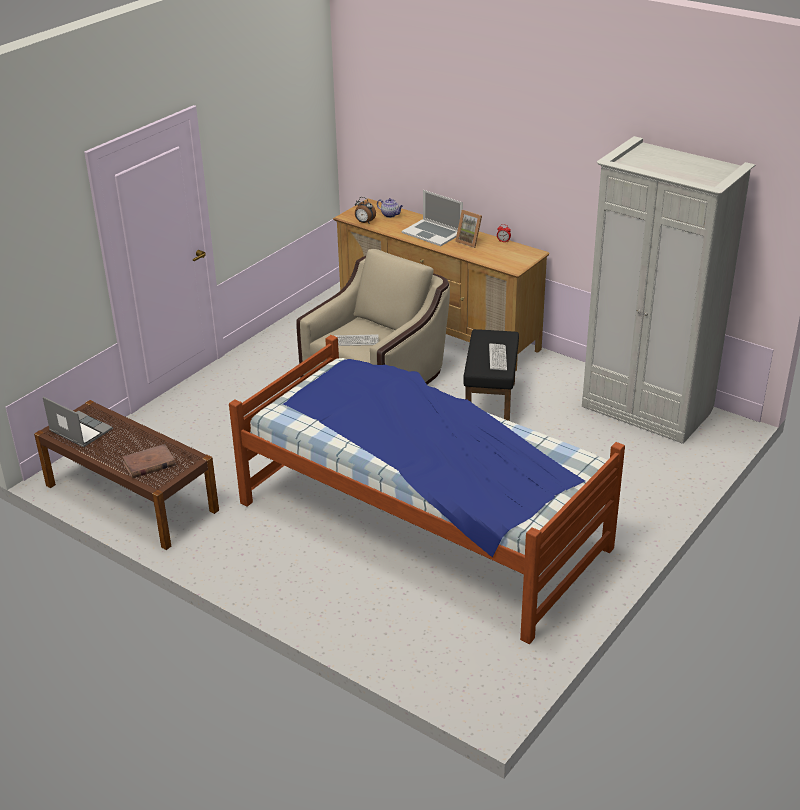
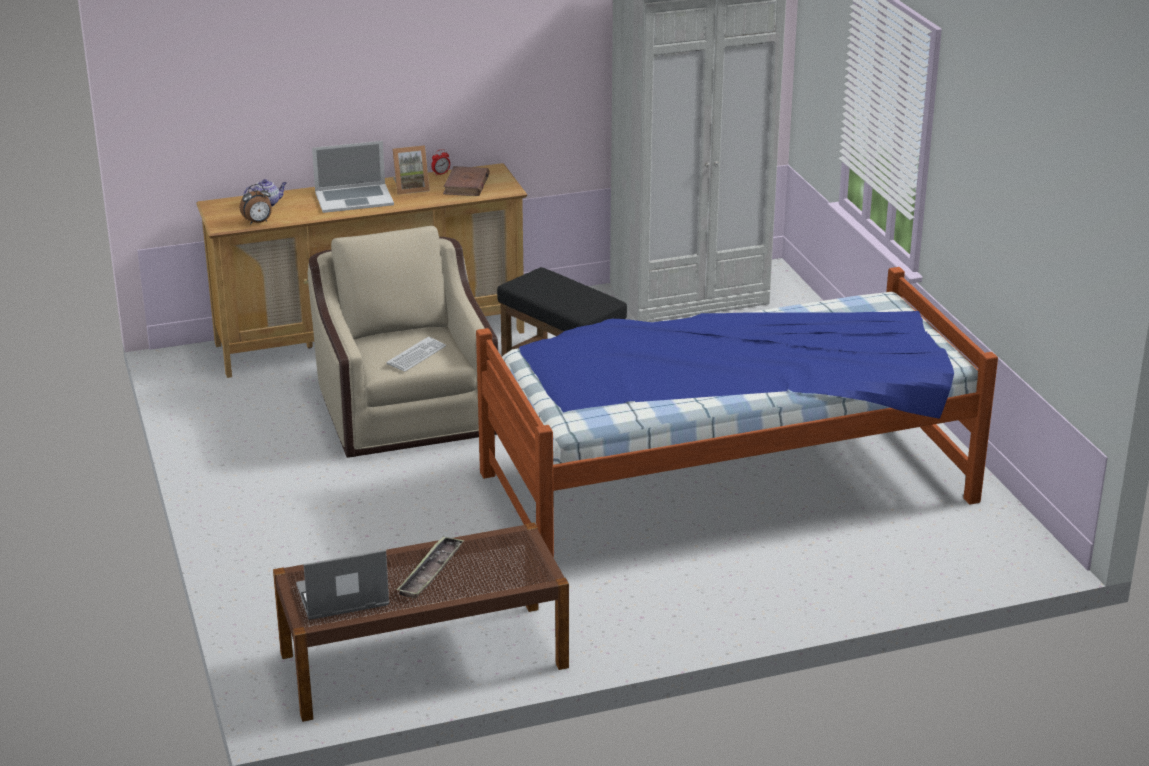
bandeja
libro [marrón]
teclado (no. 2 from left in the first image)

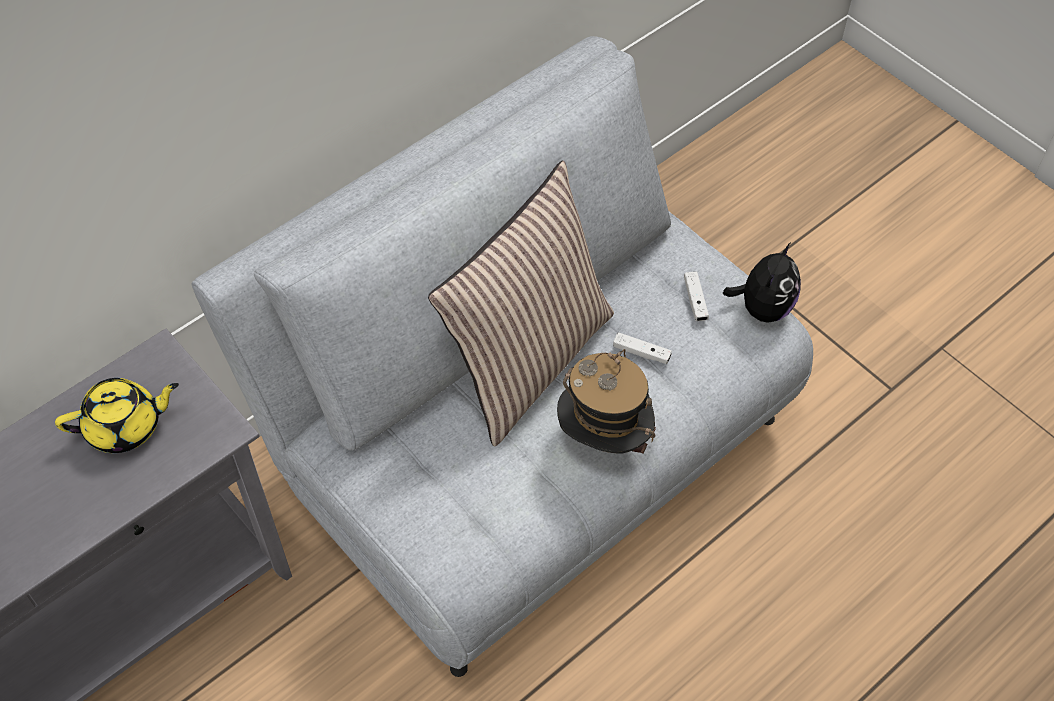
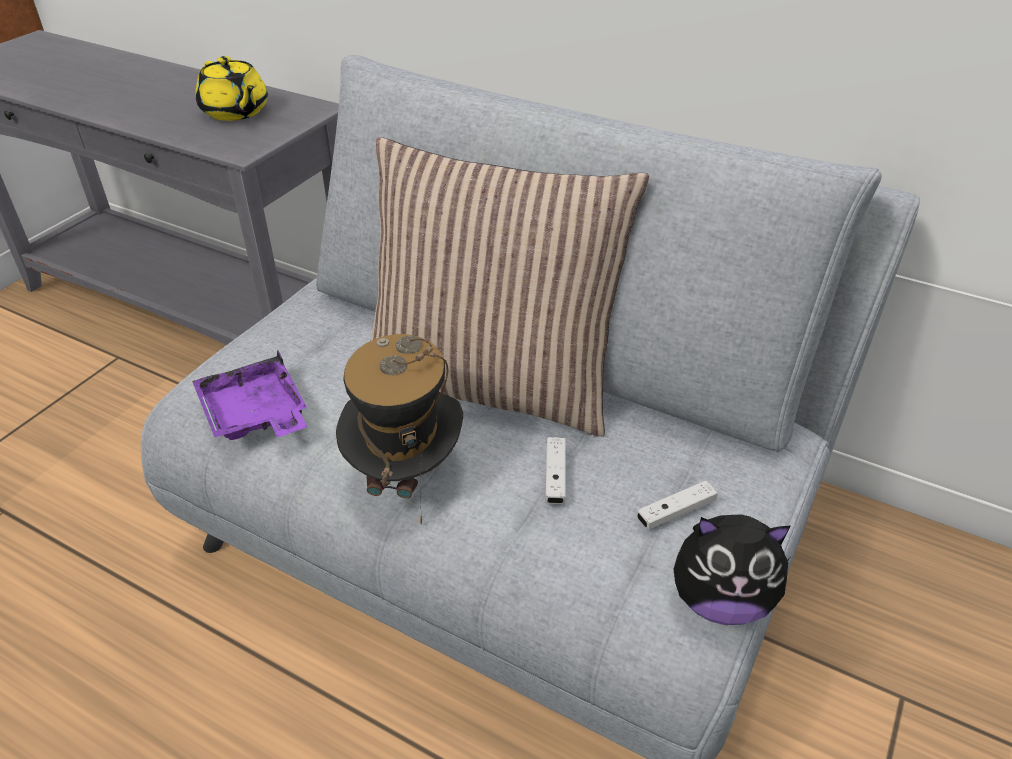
bandeja [morado]

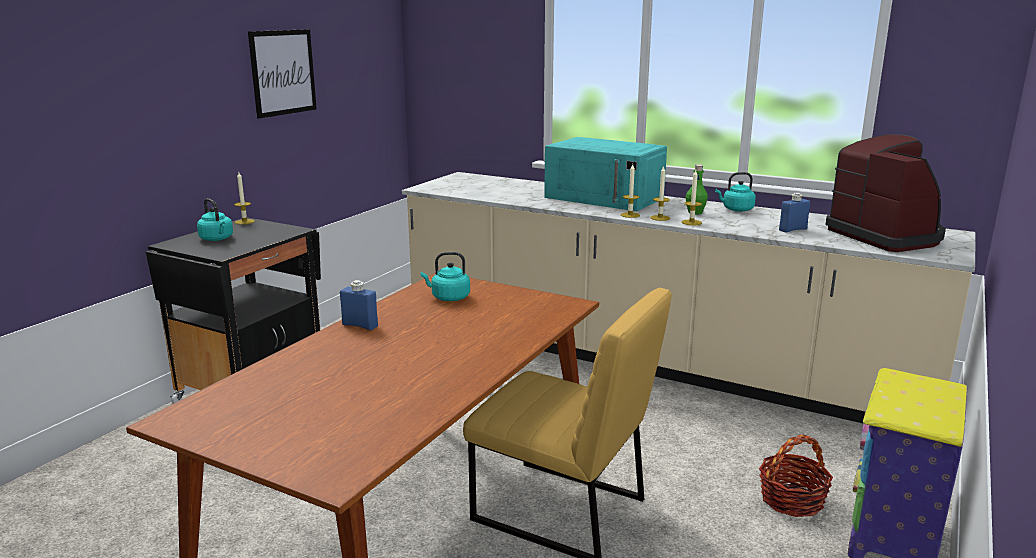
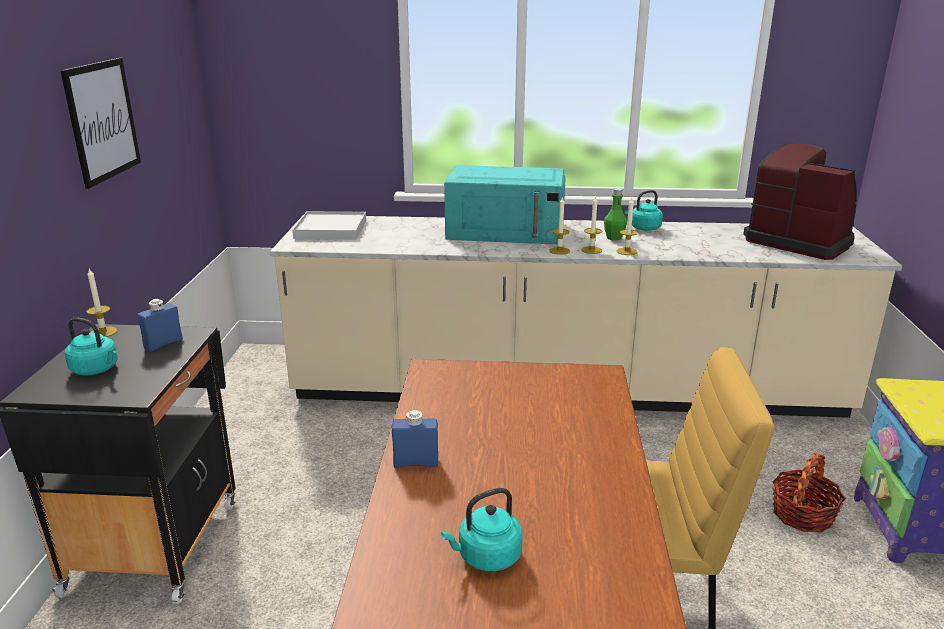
botella [azul] (no. 1 from left)
bandeja [blanco]
hervidor [turquesa] (no. 2 from left)

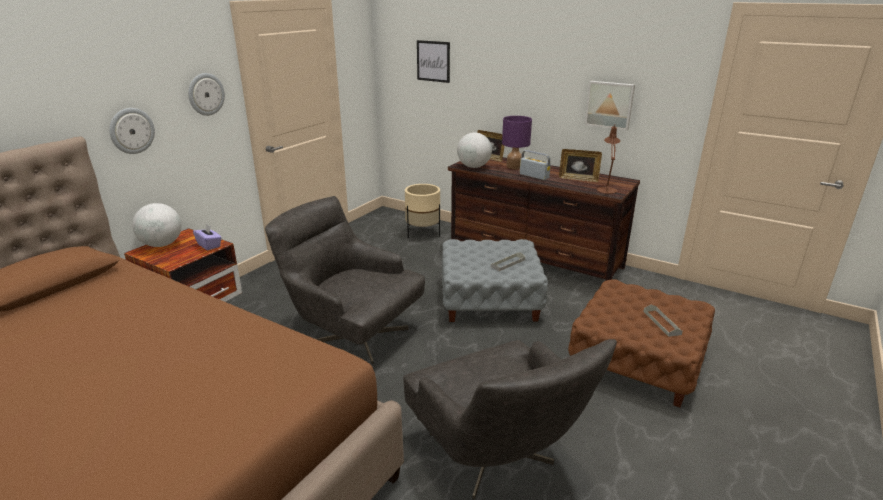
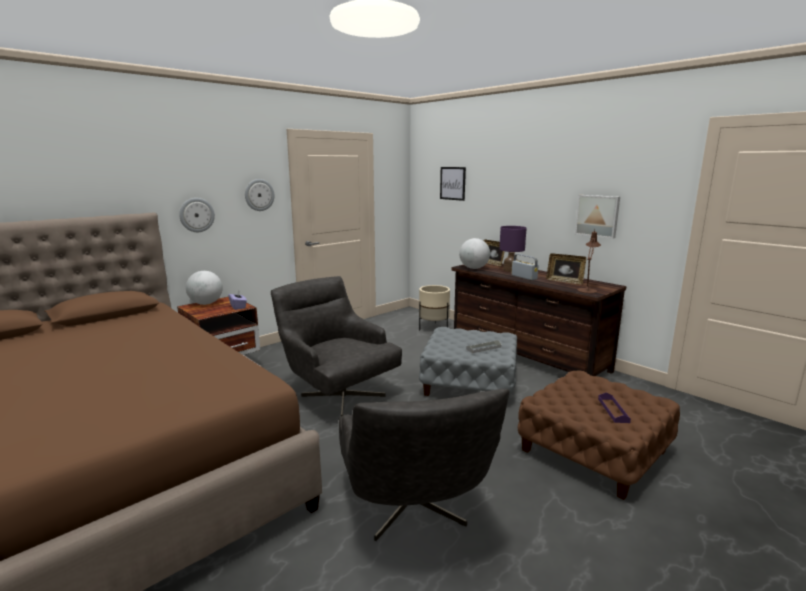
bandeja [morado]

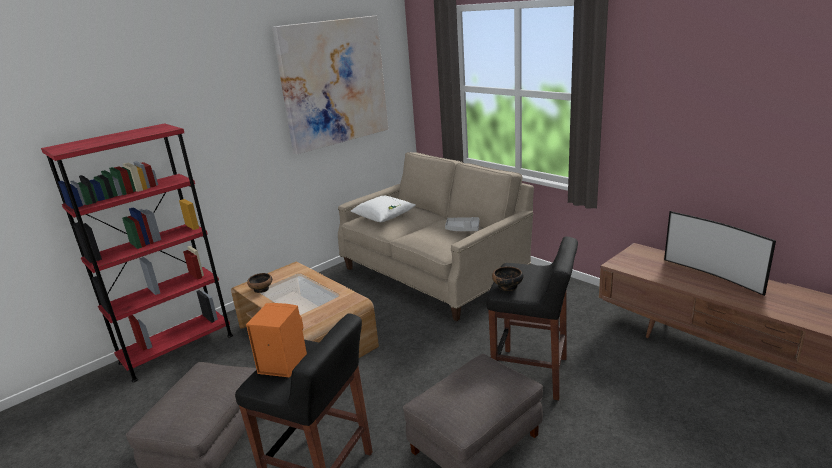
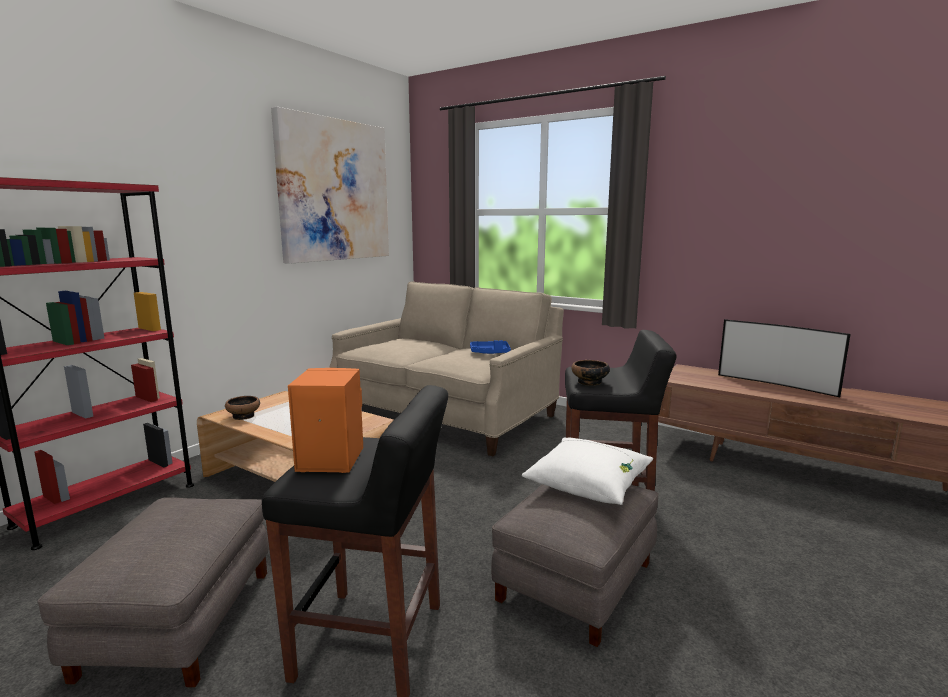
bandeja [azul]
cojín [blanco]

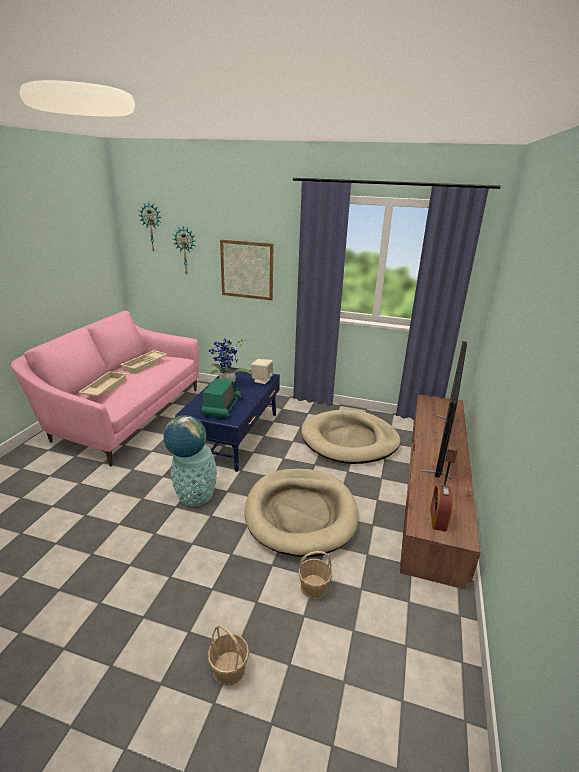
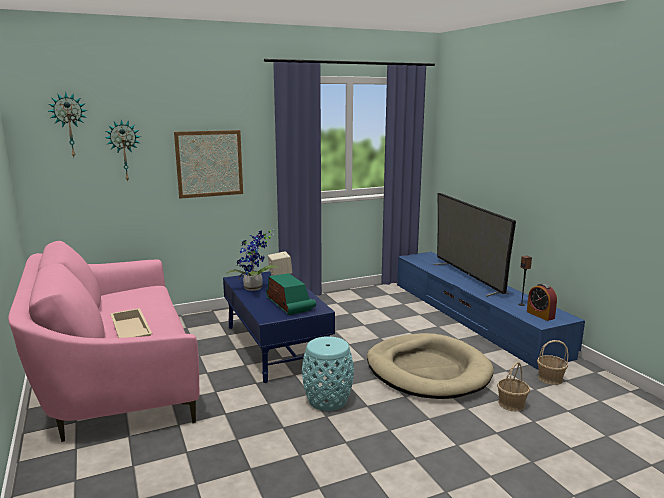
mueble de televisión [azul]
cesta (no. 2 from left)
bandeja [beis] (no. 2 from left in the first image)
globo terráqueo
cama para perro [beis] (no. 2 from left in the first image)

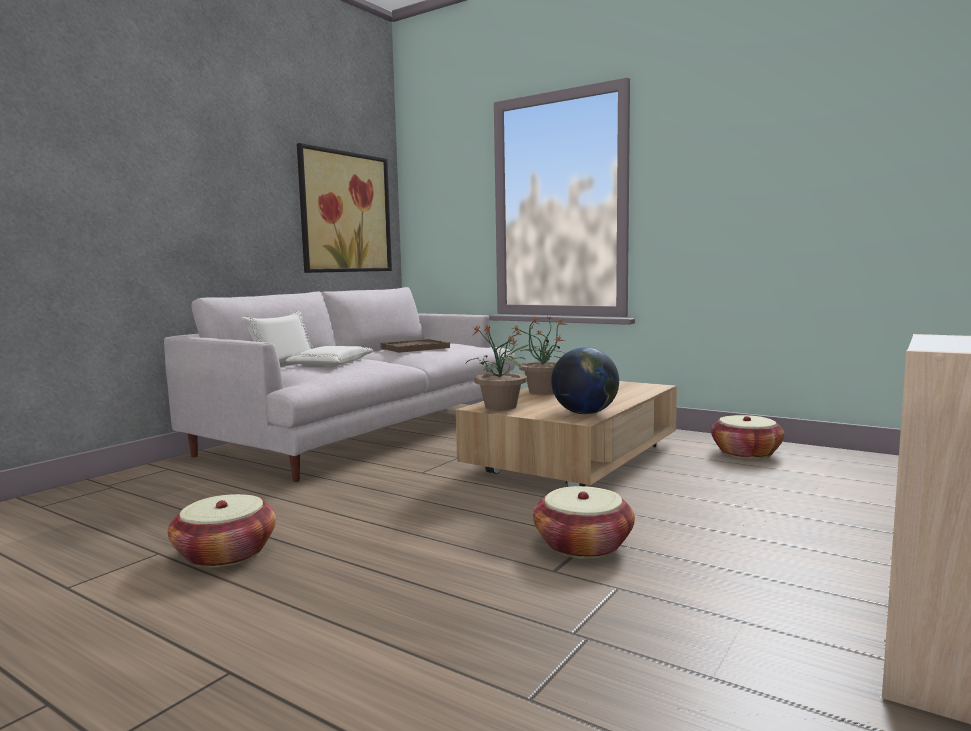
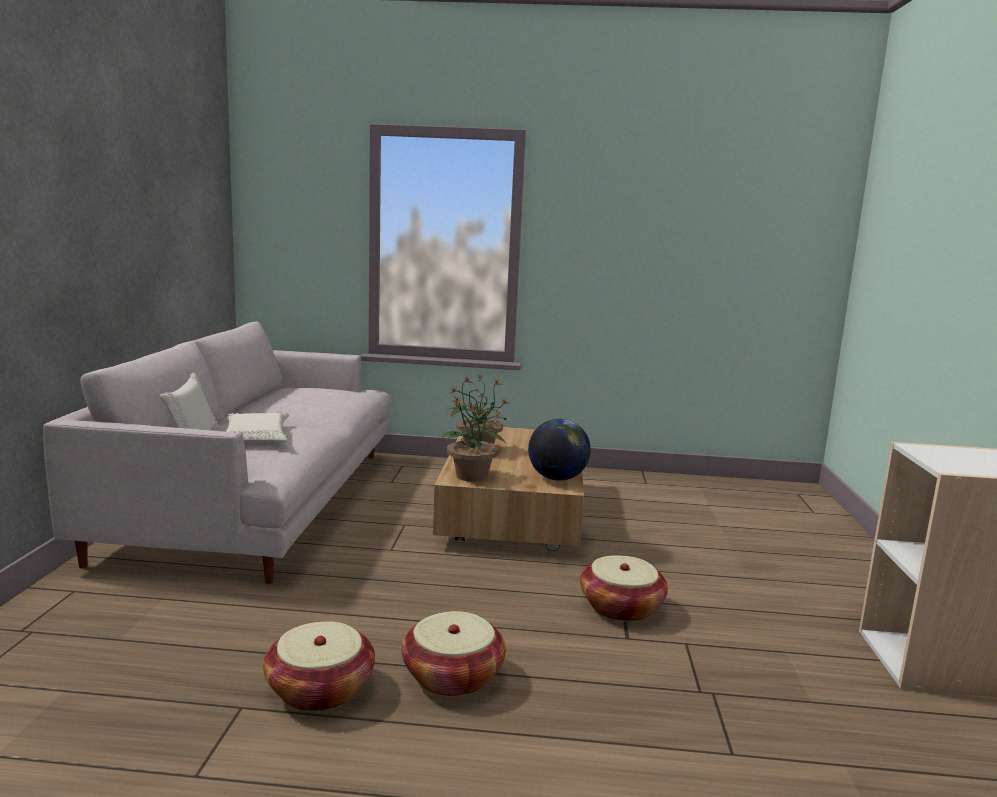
cesta (no. 2 from left)
cuadro
bandeja [marrón]

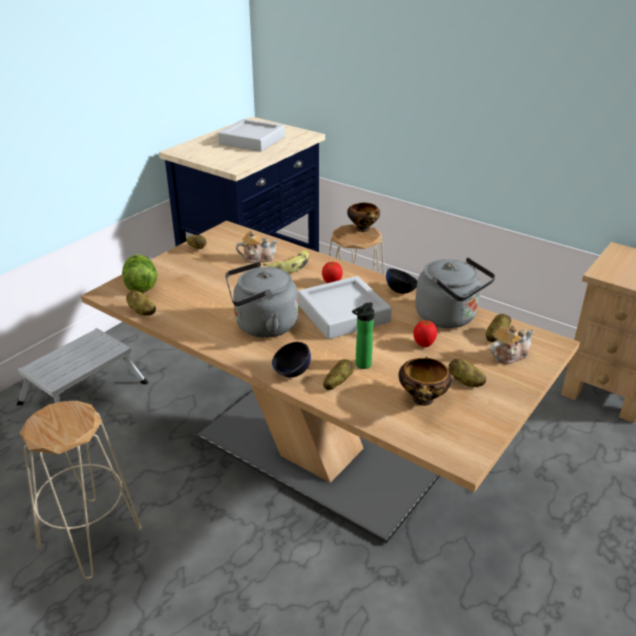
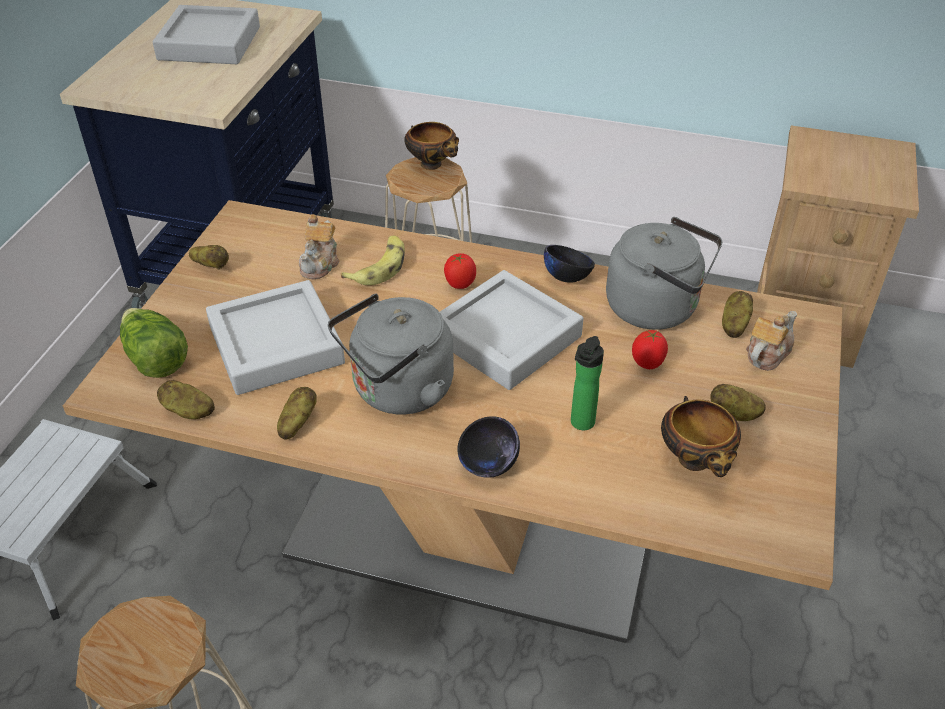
bandeja [gris] (no. 2 from left)
patata (no. 3 from left)
tetera (no. 1 from left)

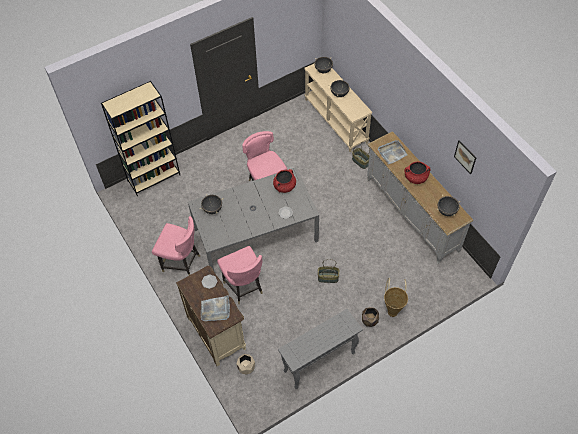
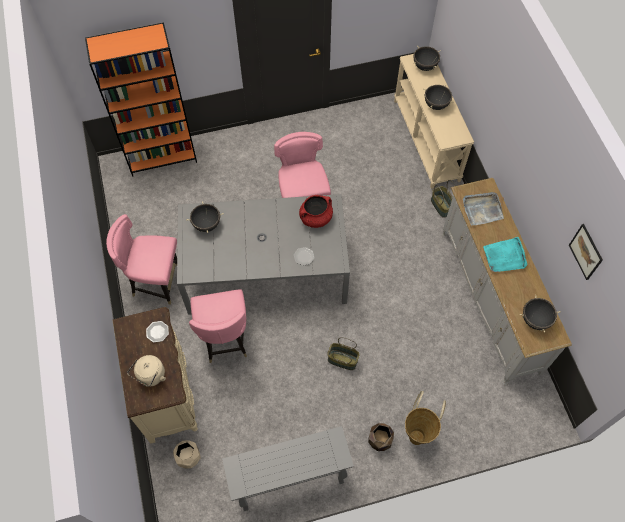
estantería [naranja]
silla [rosa] (no. 1 from left)
hervidor [beis]
bandeja [turquesa]

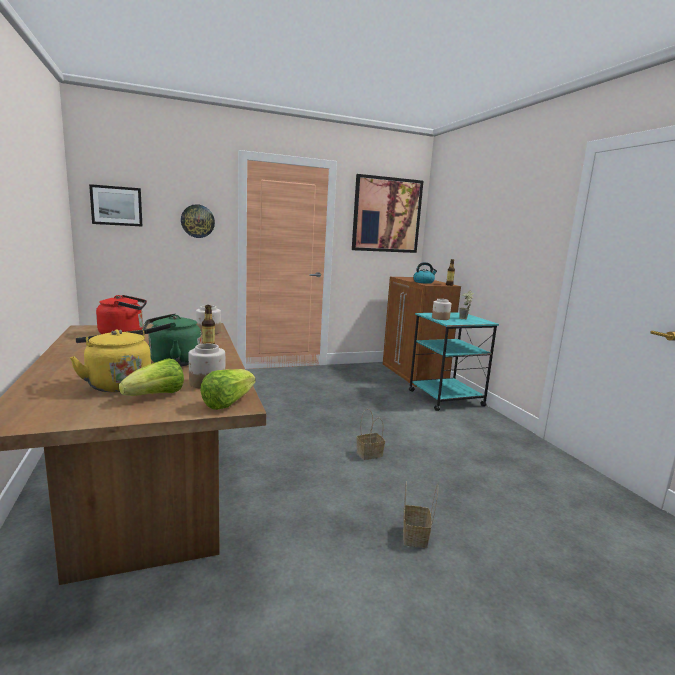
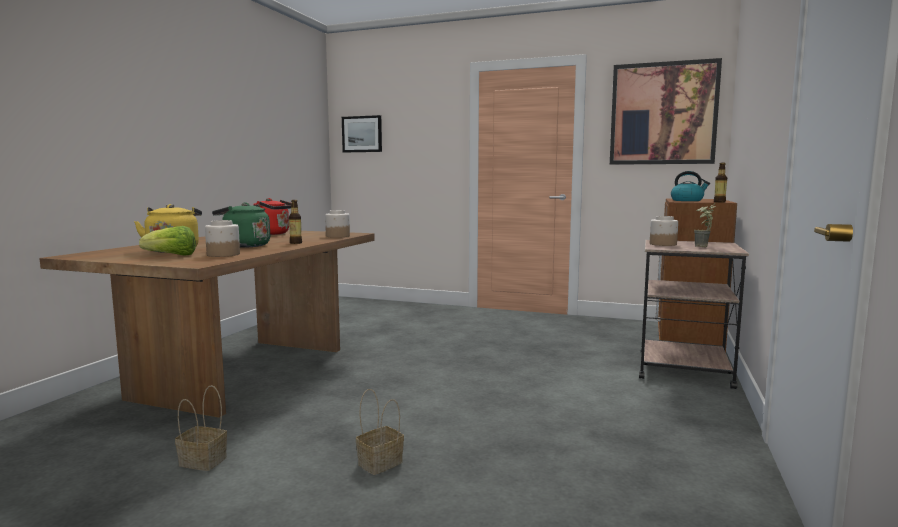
cesta (no. 1 from left)
carrito [marrón]
reloj de pared
lechuga (no. 2 from left in the first image)

